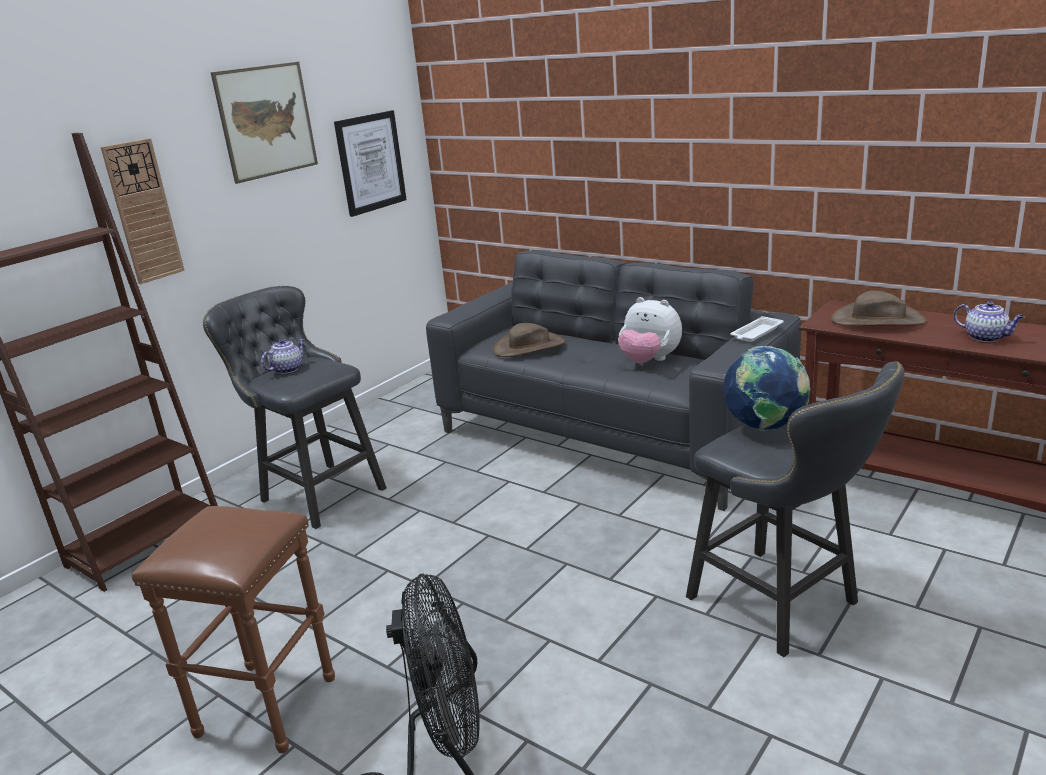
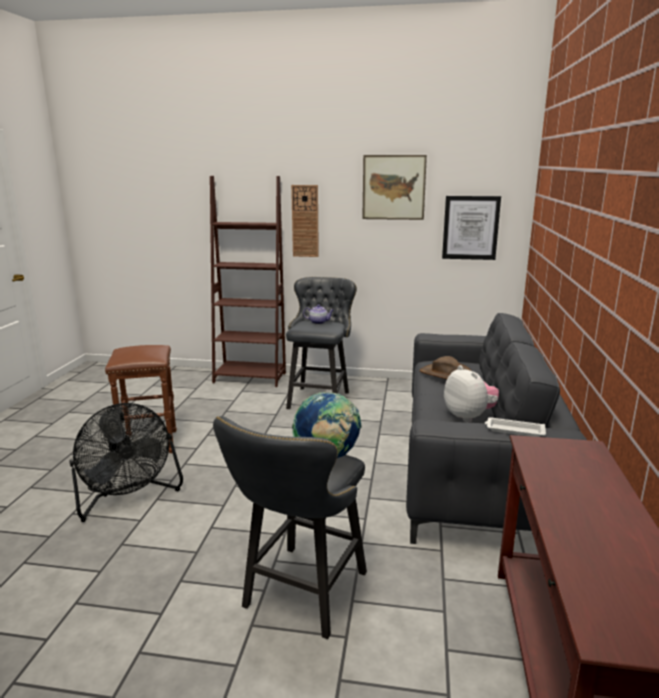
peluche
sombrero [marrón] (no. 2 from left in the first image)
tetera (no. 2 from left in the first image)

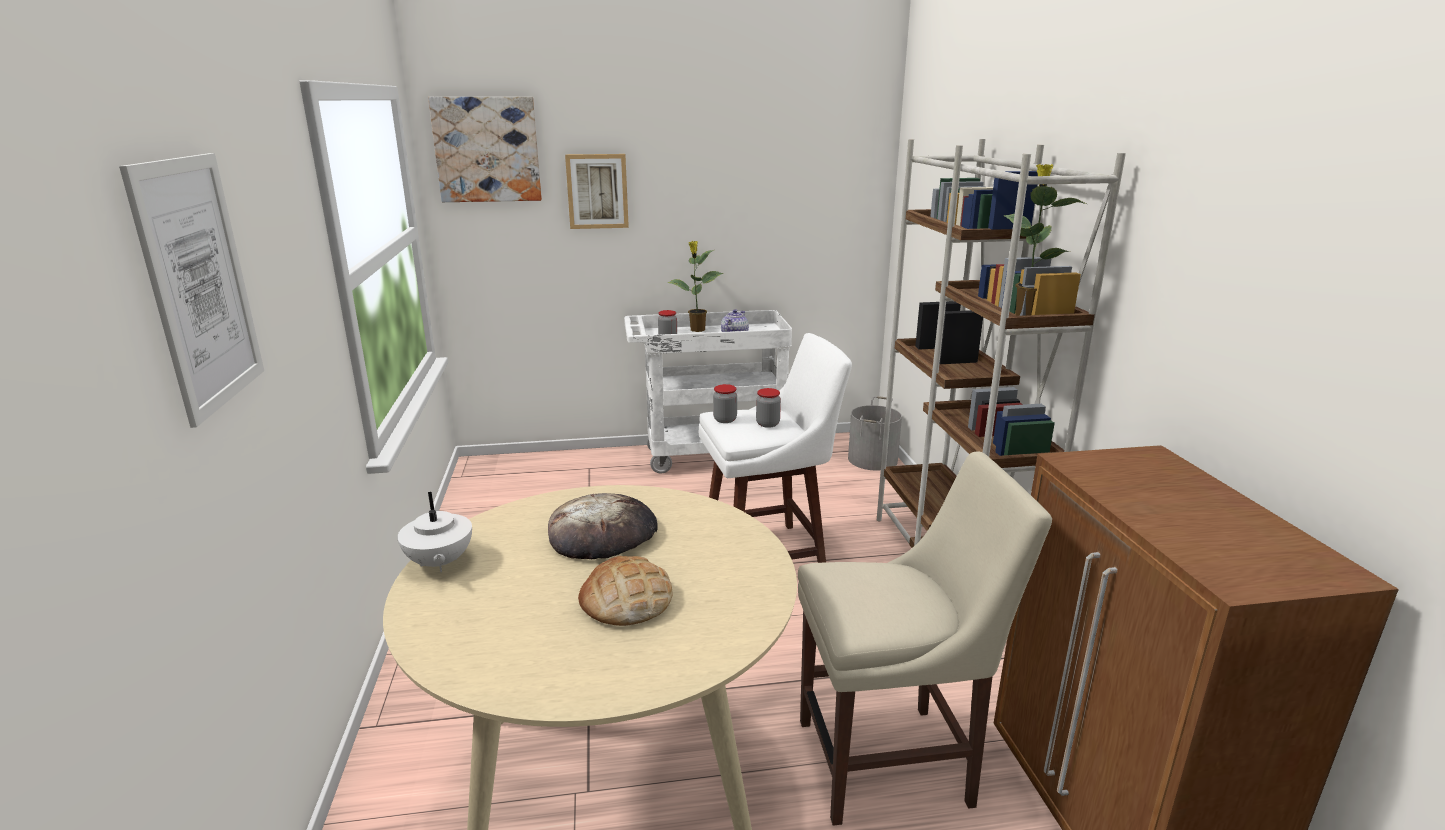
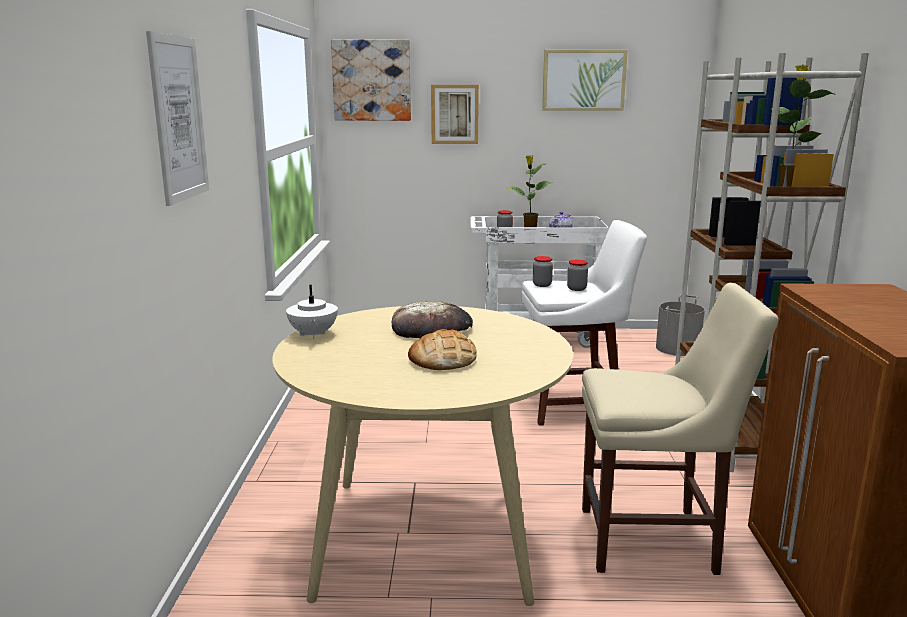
cuadro (no. 4 from left)

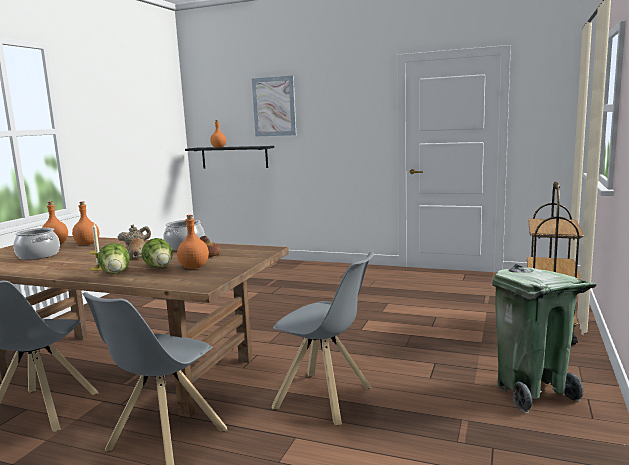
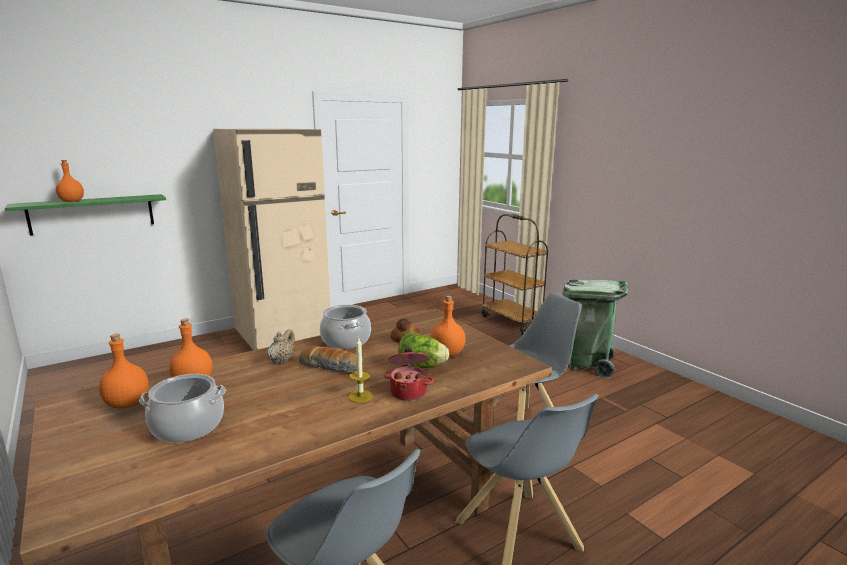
estante [verde]
nevera [beis]
olla (no. 3 from left)
cuadro

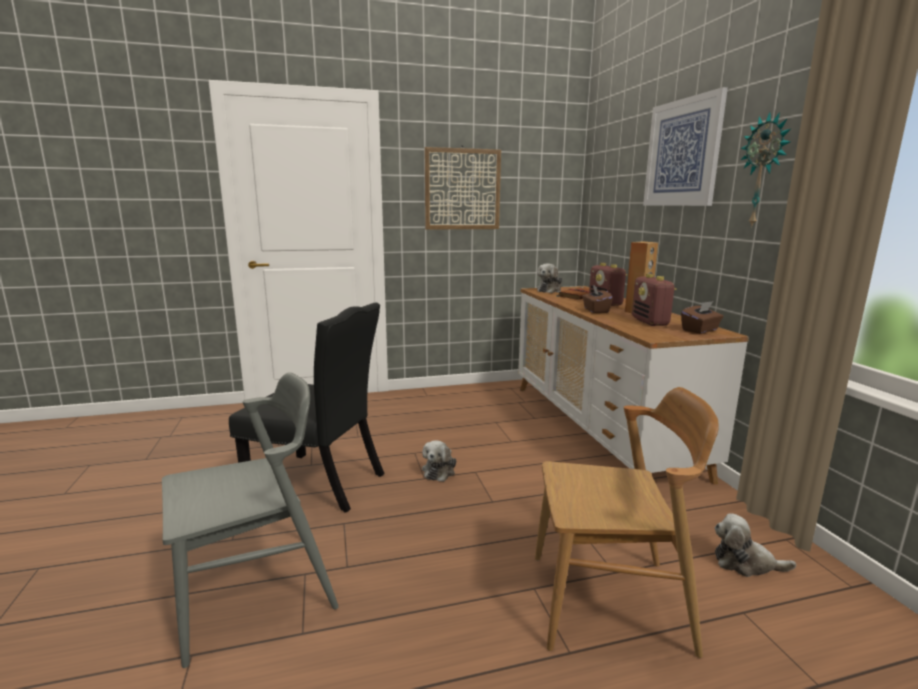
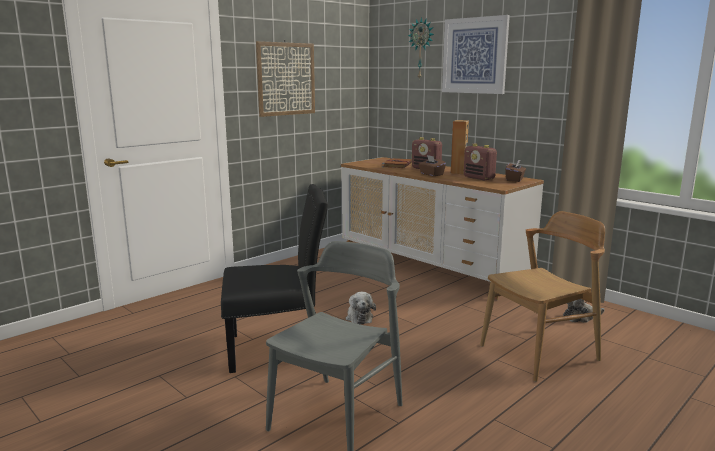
reloj de pared
peluche (no. 2 from left in the first image)

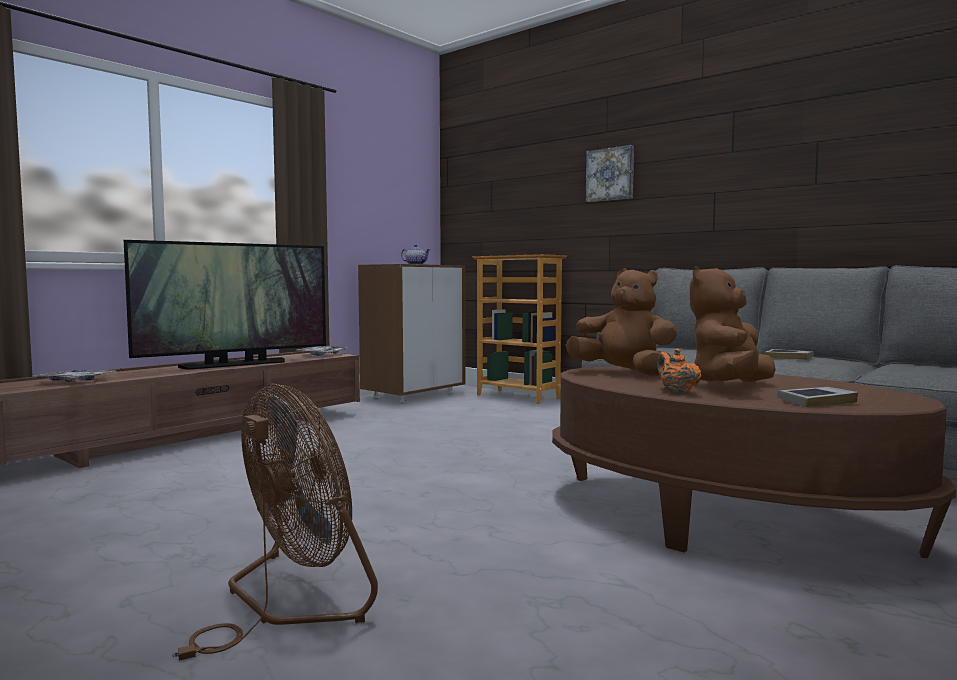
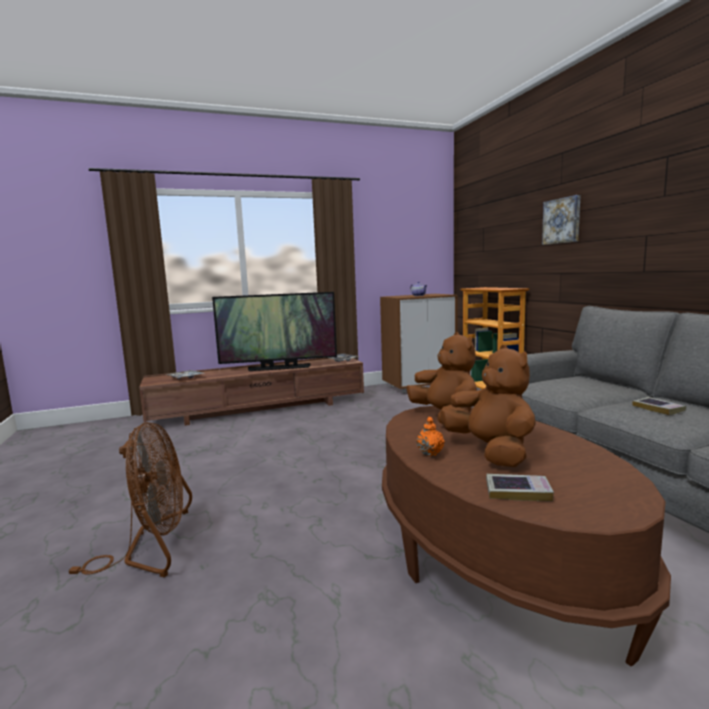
peluche [marrón] (no. 2 from left)

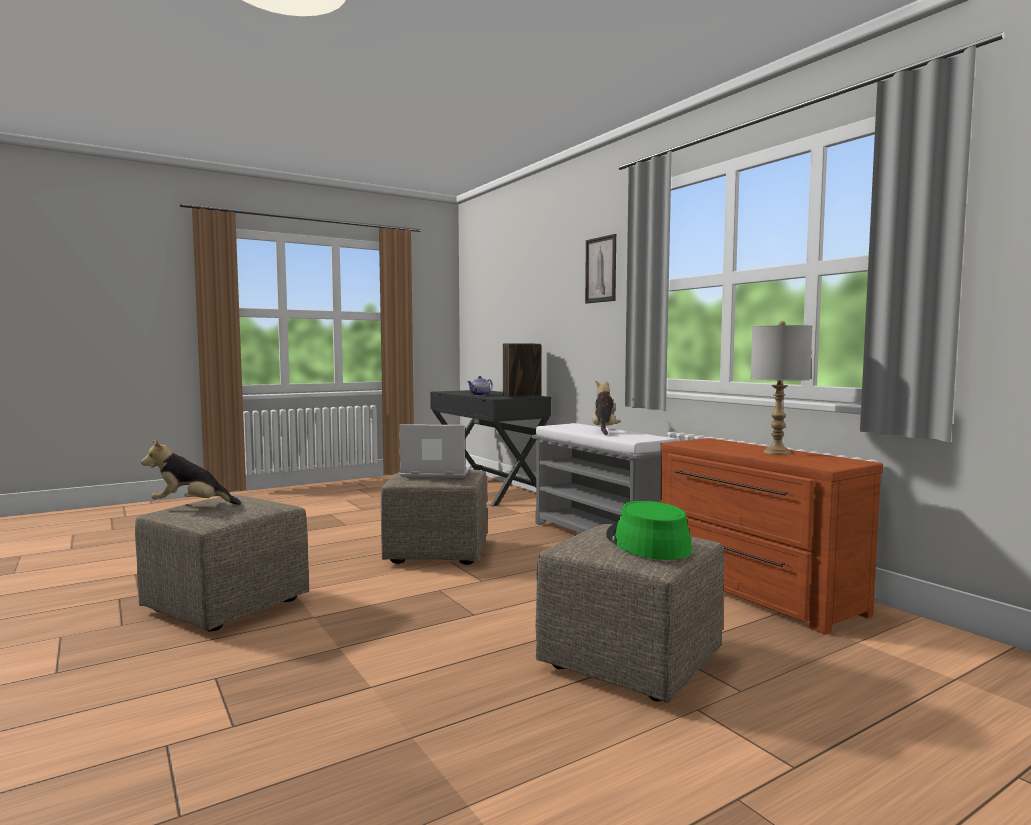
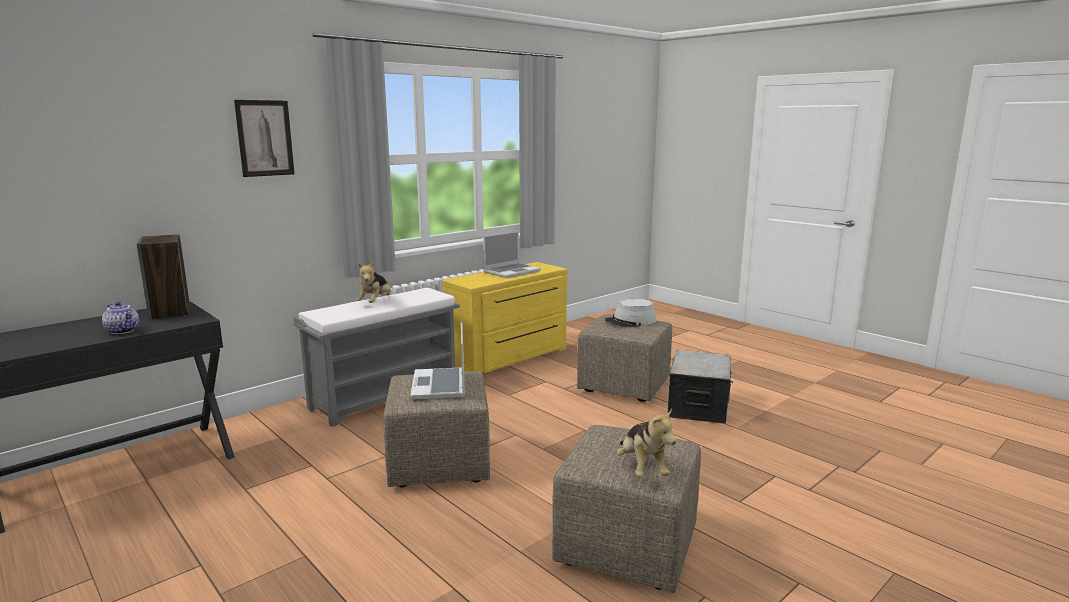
peluche (no. 1 from left)
cómoda [amarillo]
portátil (no. 2 from left)
sombrero [gris]
caja de almacenaje

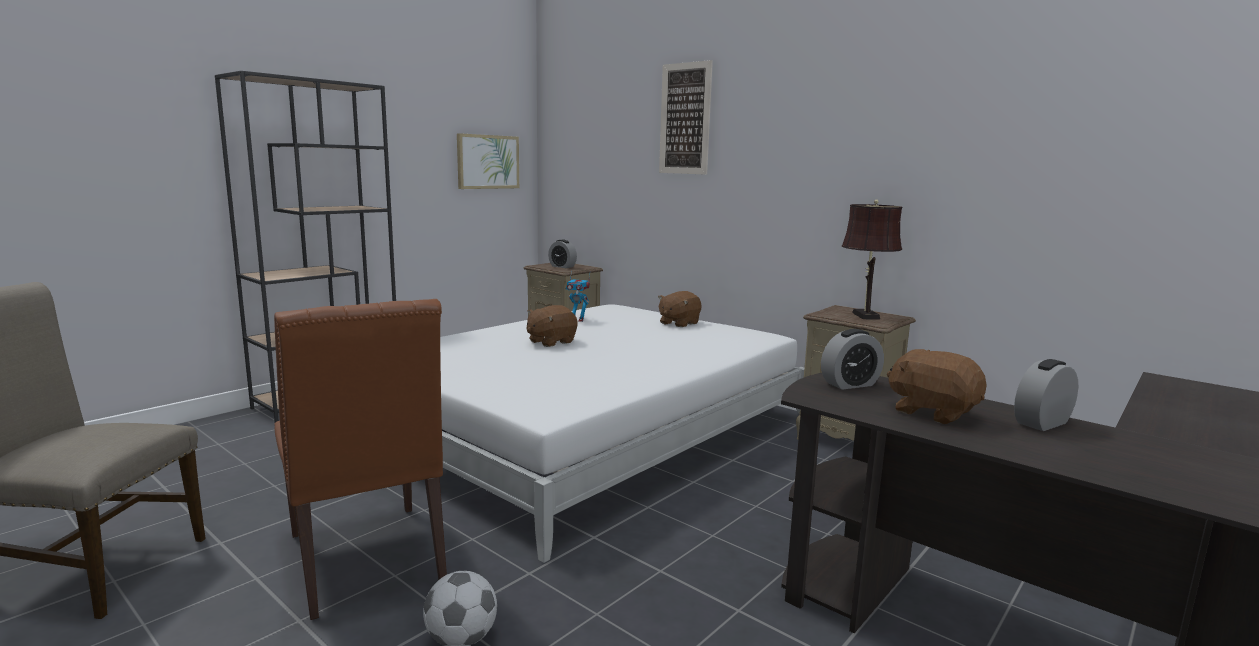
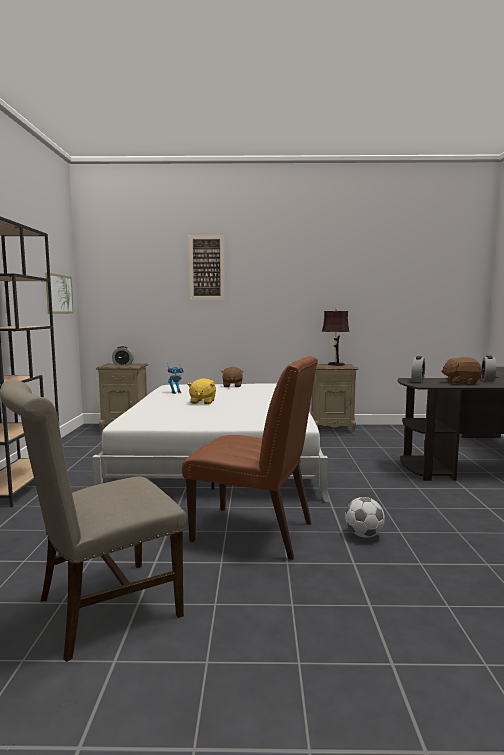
peluche [amarillo]

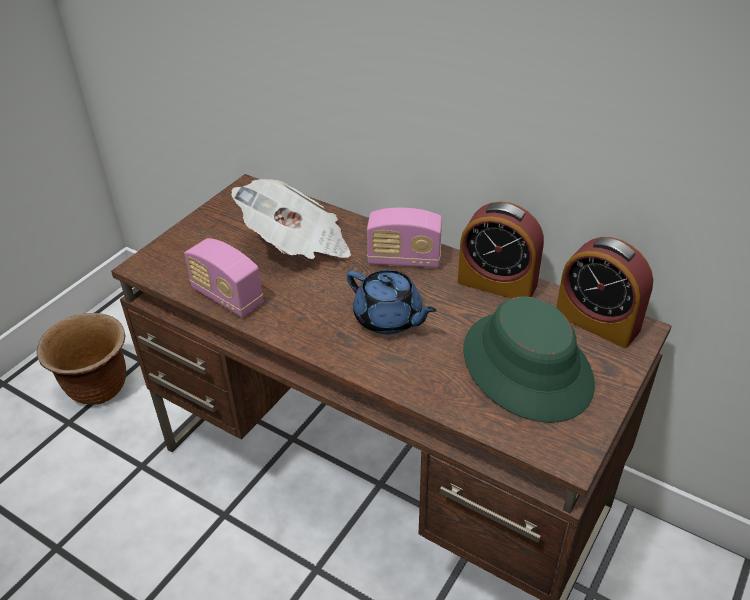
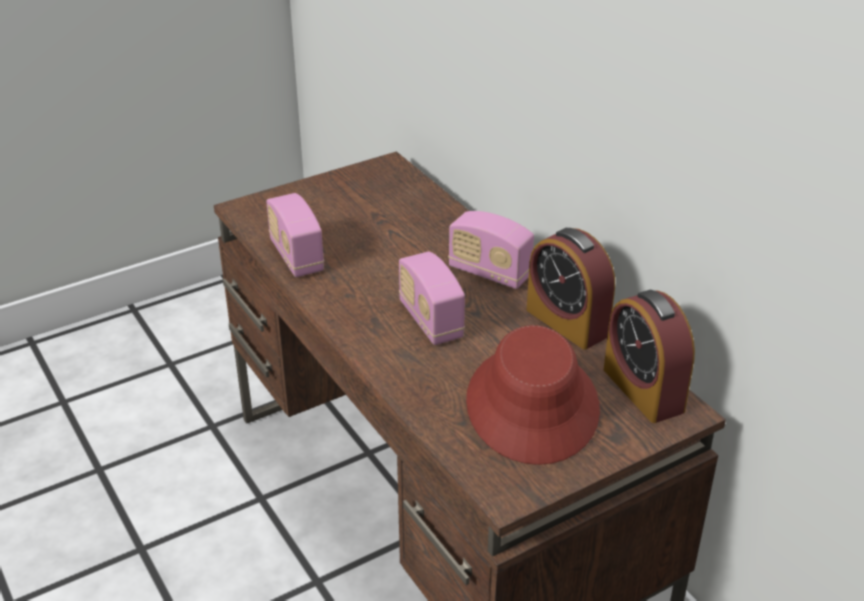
radio (no. 2 from left)
sombrero [rojo]
maceta [marrón]
periódico

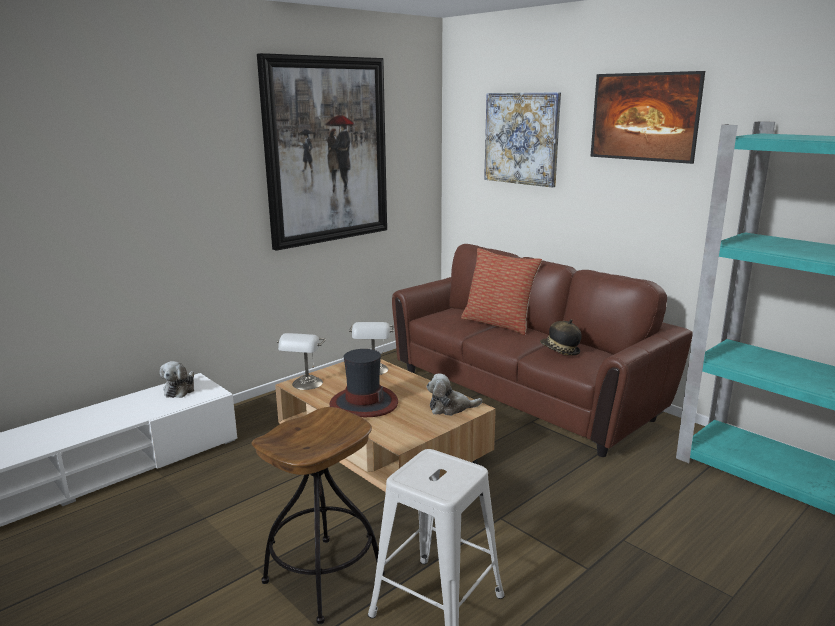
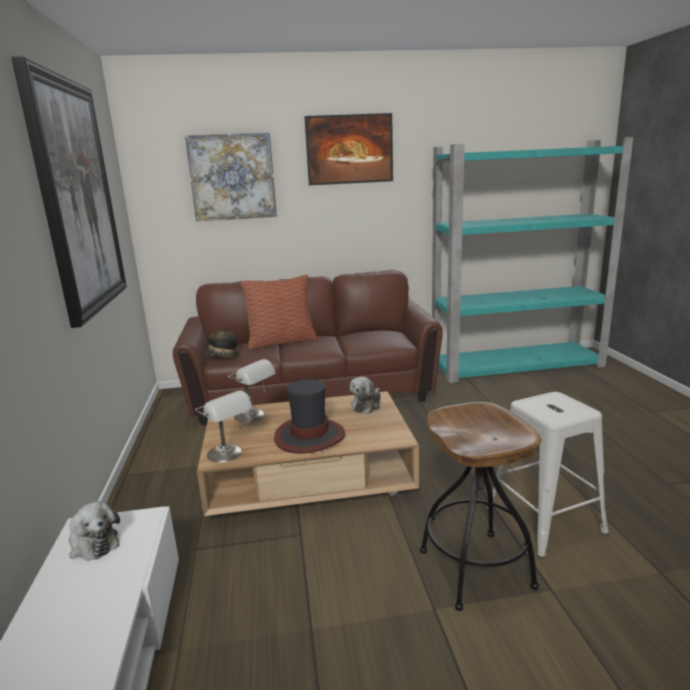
sombrero (no. 1 from left)

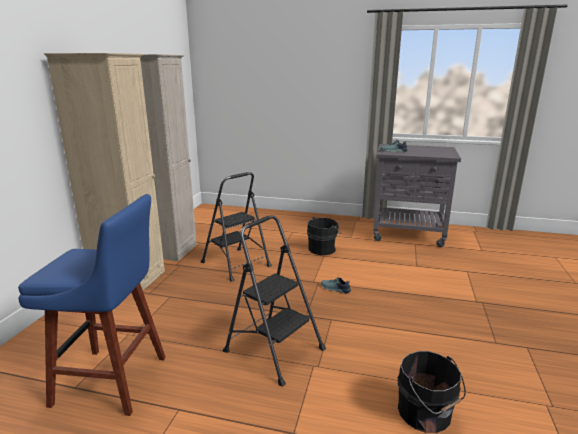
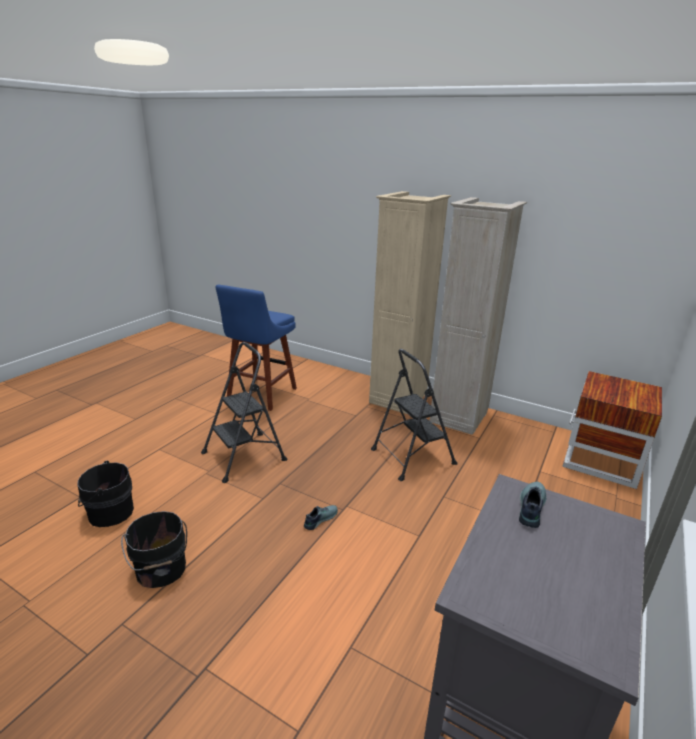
cubo [negro] (no. 2 from left)
mesita de noche

